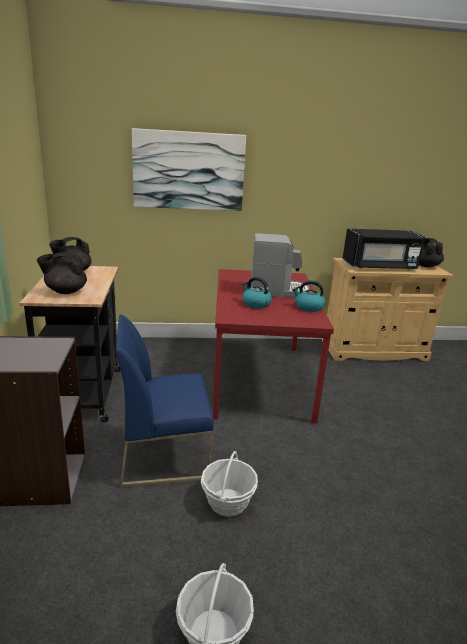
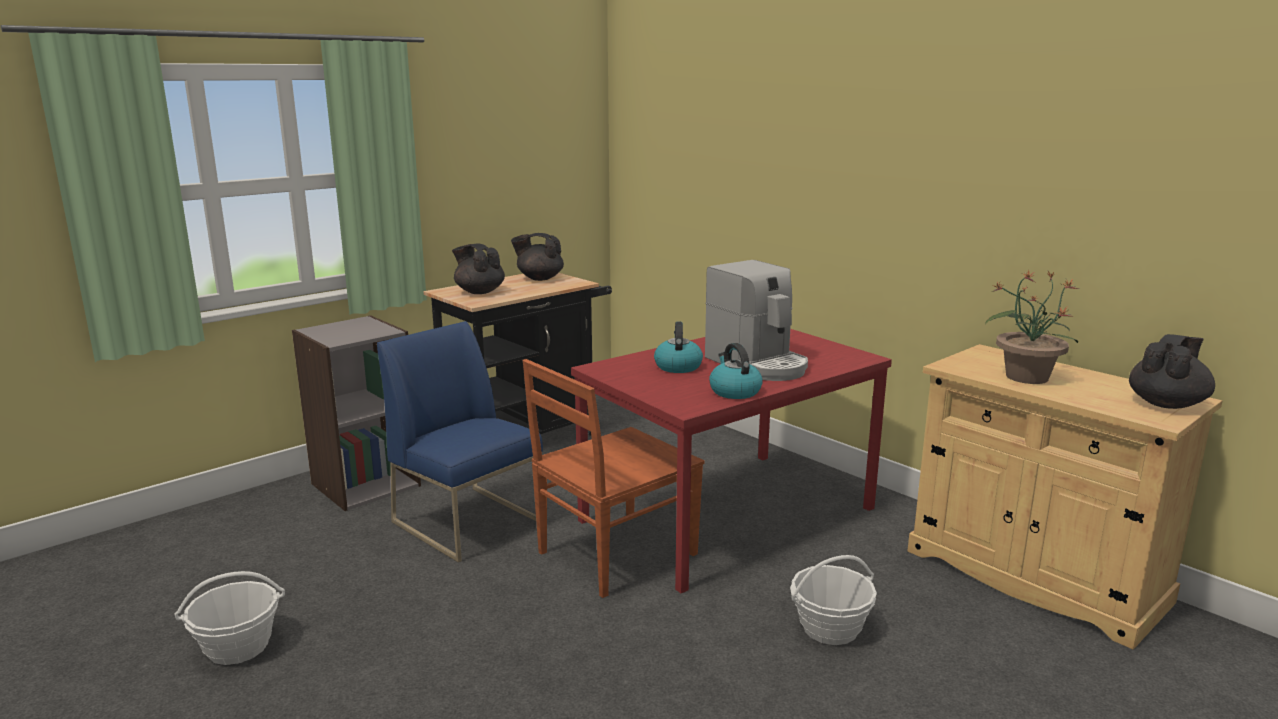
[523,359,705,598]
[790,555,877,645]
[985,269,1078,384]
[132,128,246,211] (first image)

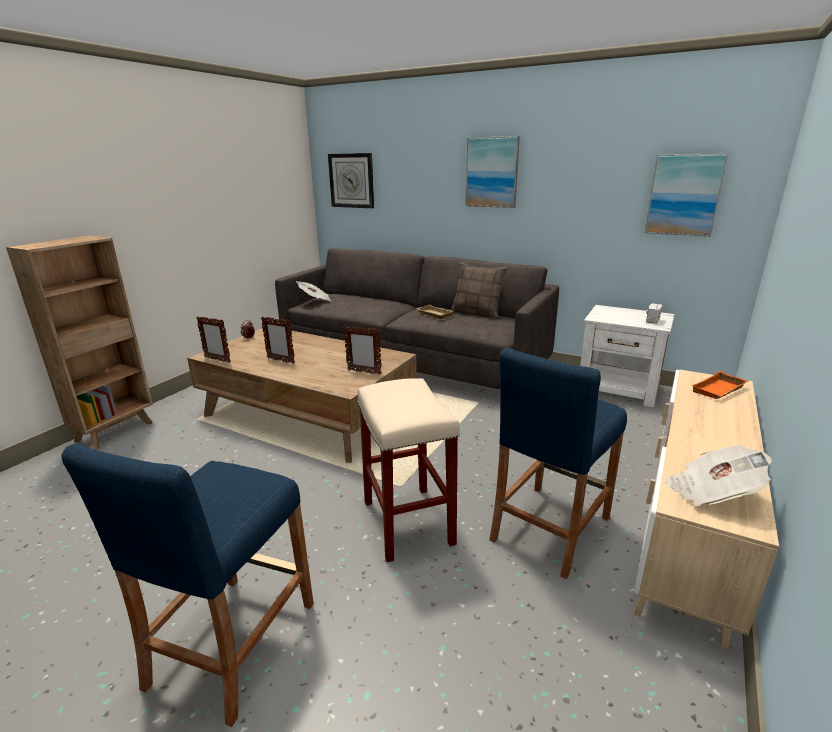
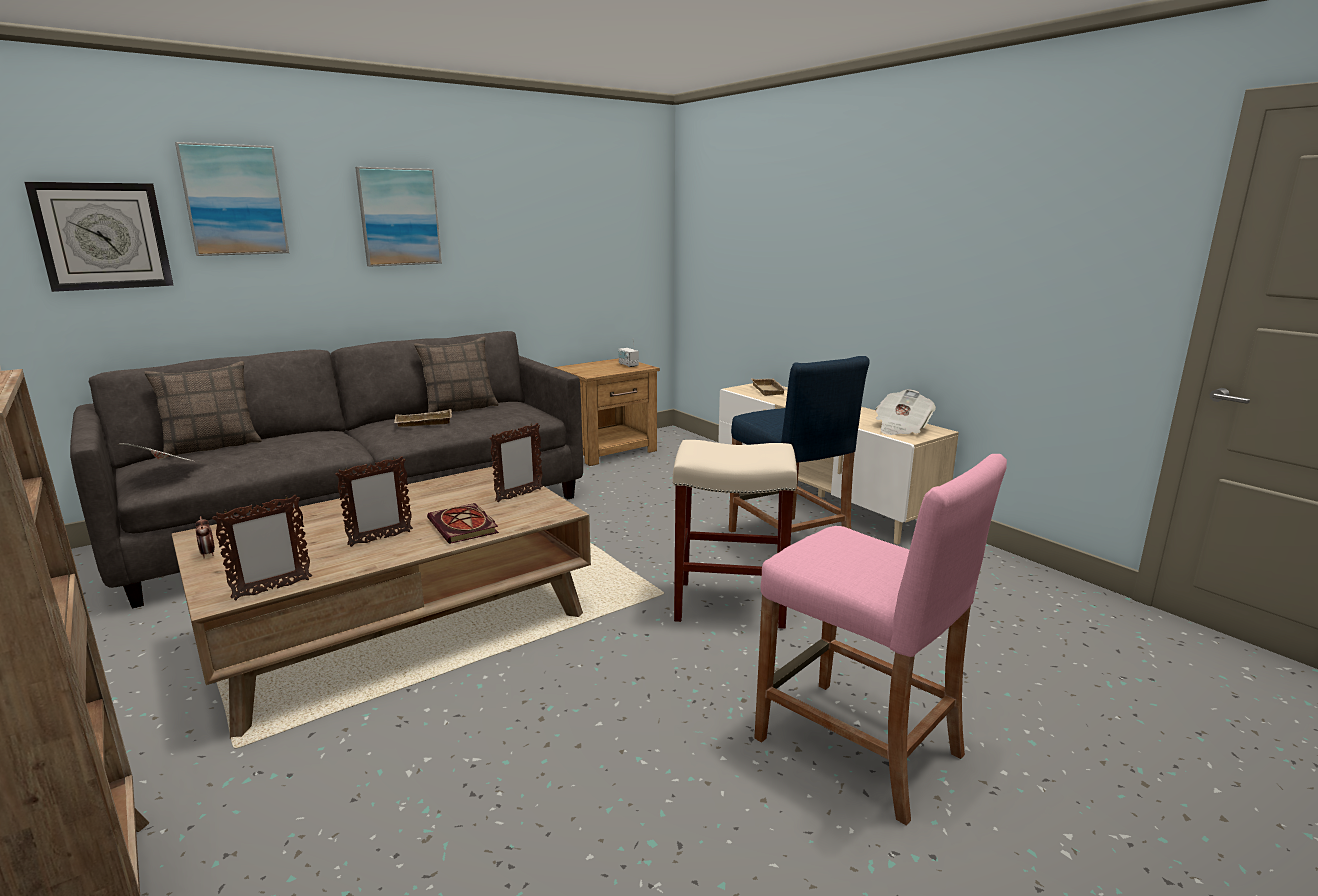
[144,361,262,458]
[175,142,289,256]
[427,503,499,544]
[554,358,660,466]
[751,379,787,396]
[754,454,1007,826]

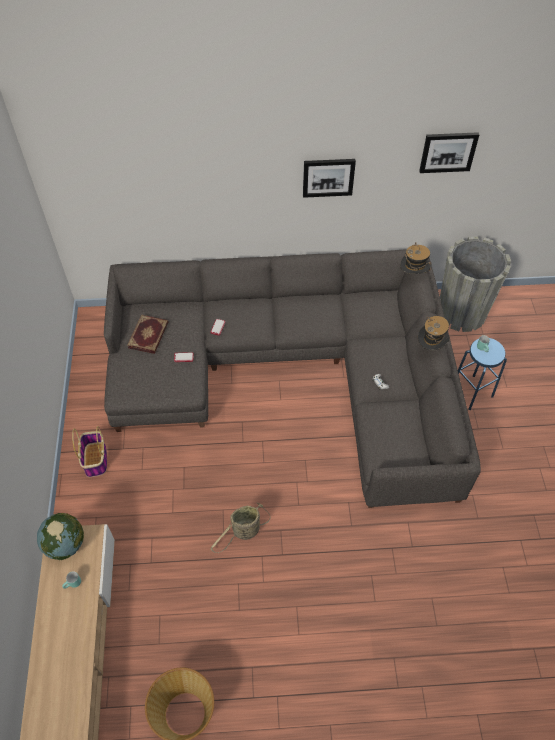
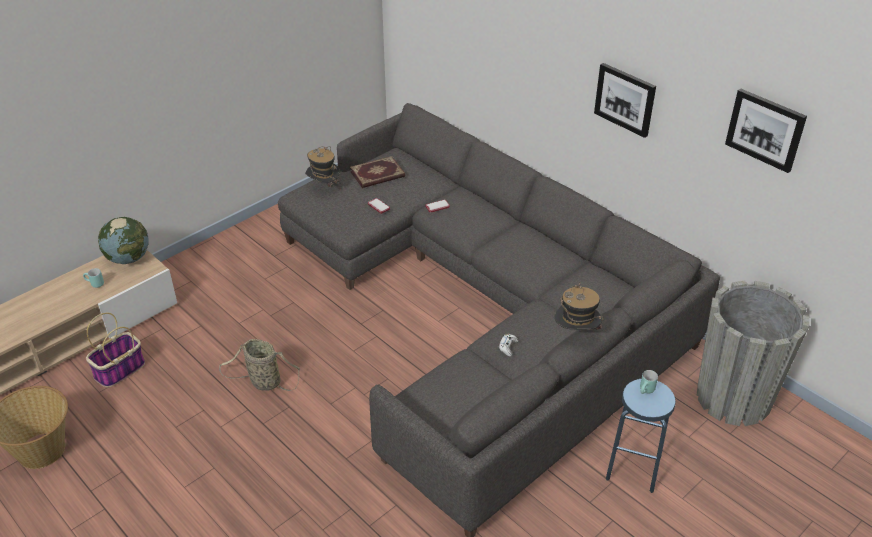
[86,313,145,388]
[305,146,341,191]

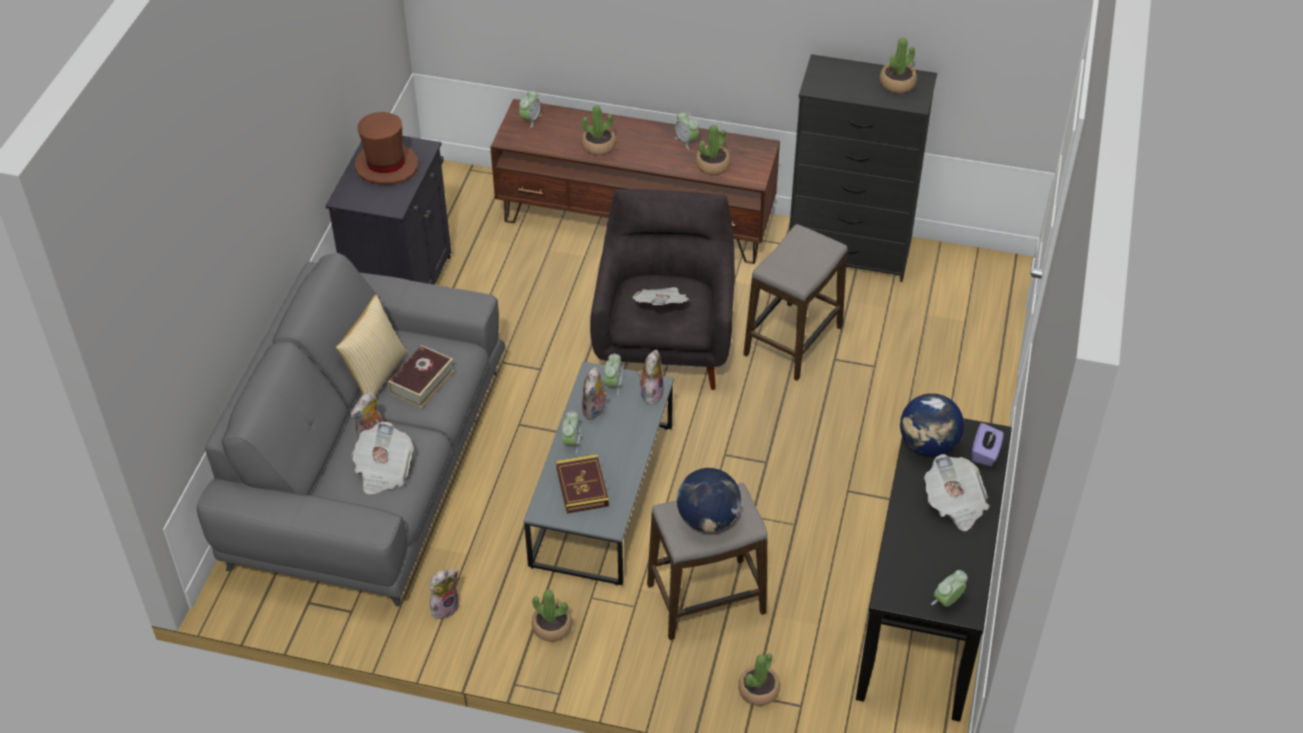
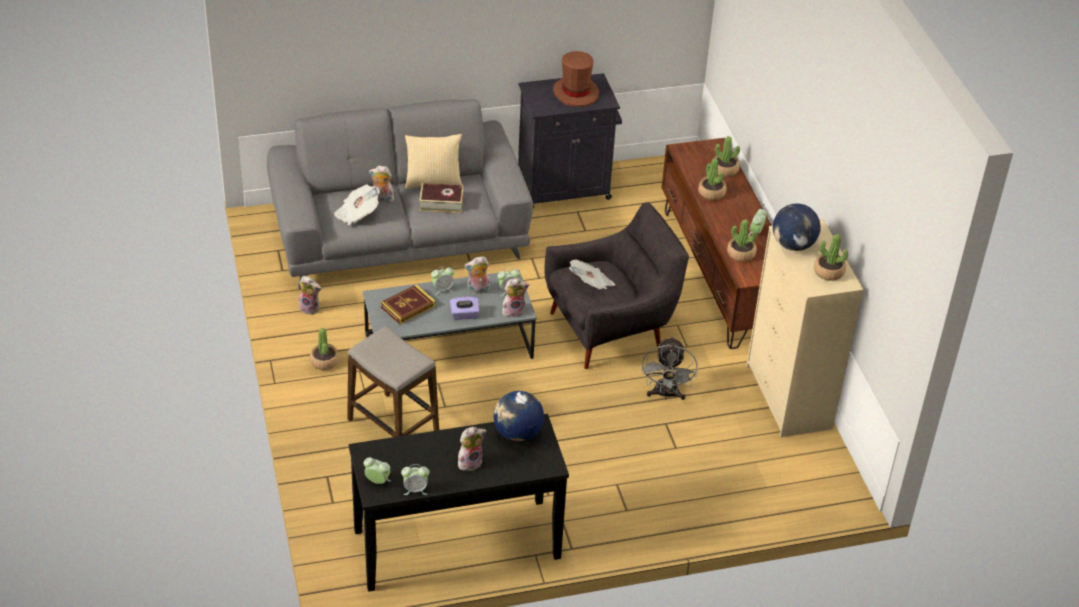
[401,464,430,495]
[450,297,479,320]
[458,427,486,471]
[642,336,698,400]
[714,136,740,177]
[746,219,864,438]
[773,204,821,251]

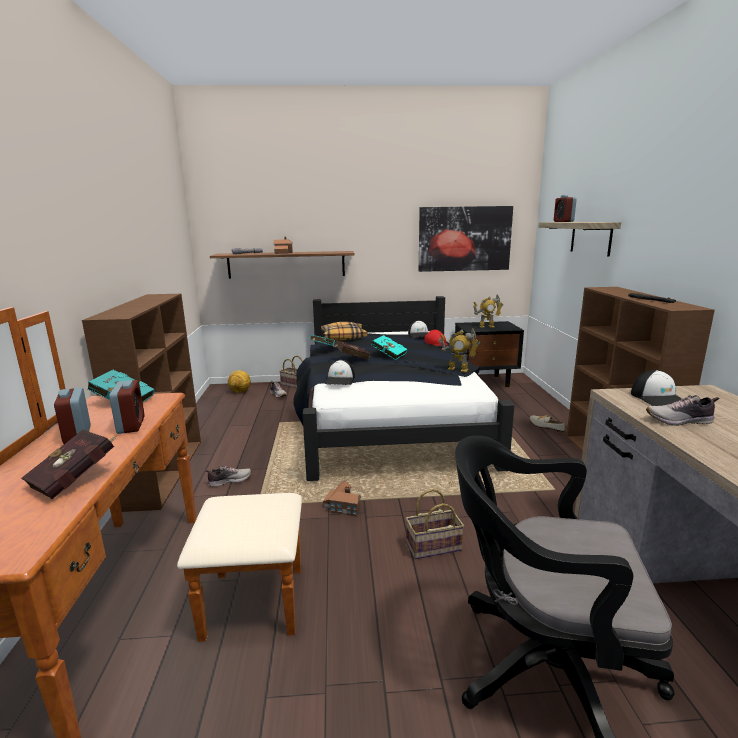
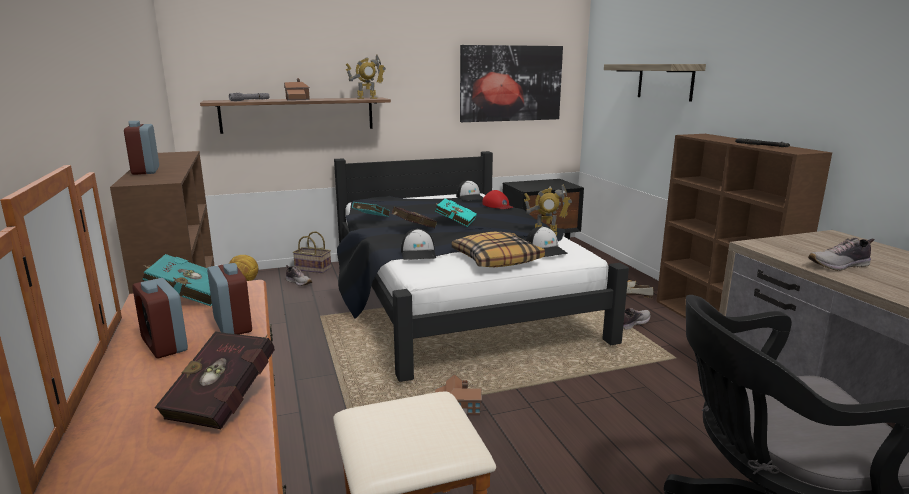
[124,121,159,175]
[346,55,386,99]
[452,232,545,267]
[526,226,568,257]
[623,308,651,330]
[406,489,464,559] (first image)

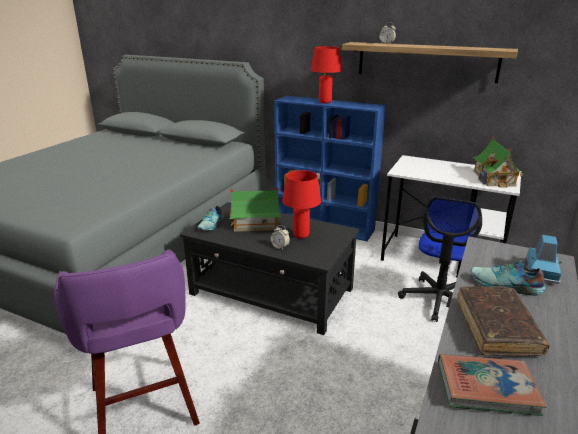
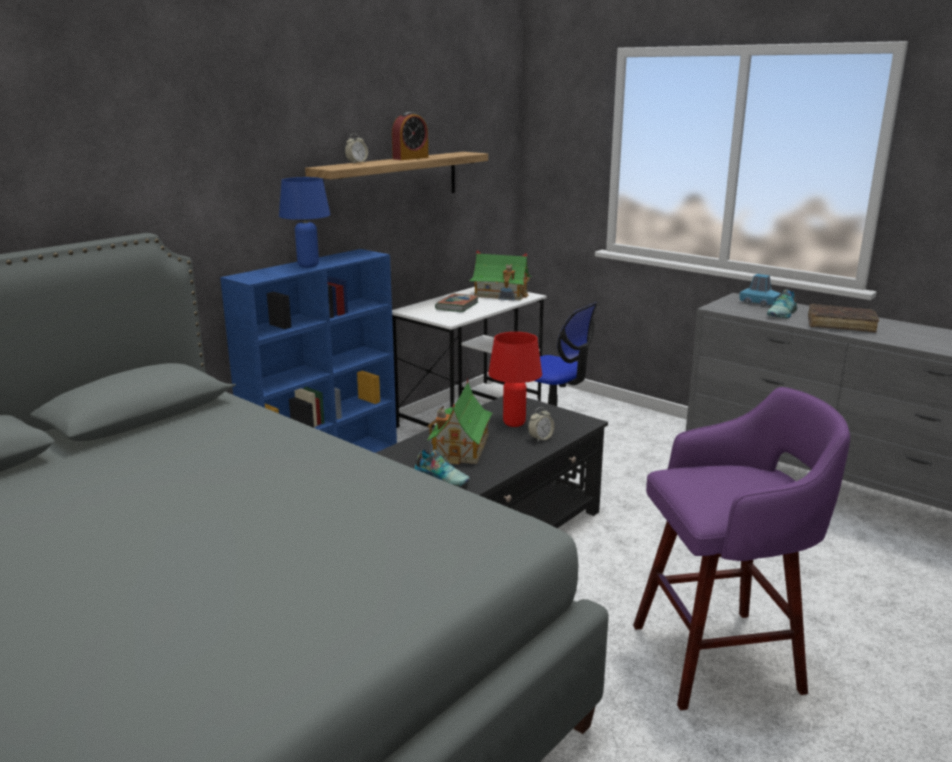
[279,177,330,268]
[392,112,428,160]
[435,294,479,312]

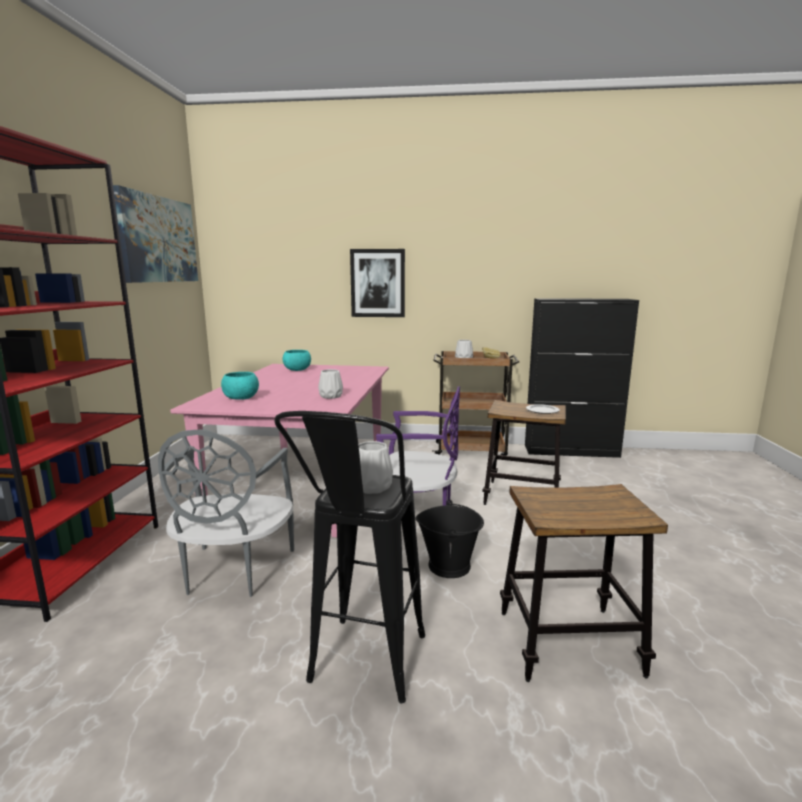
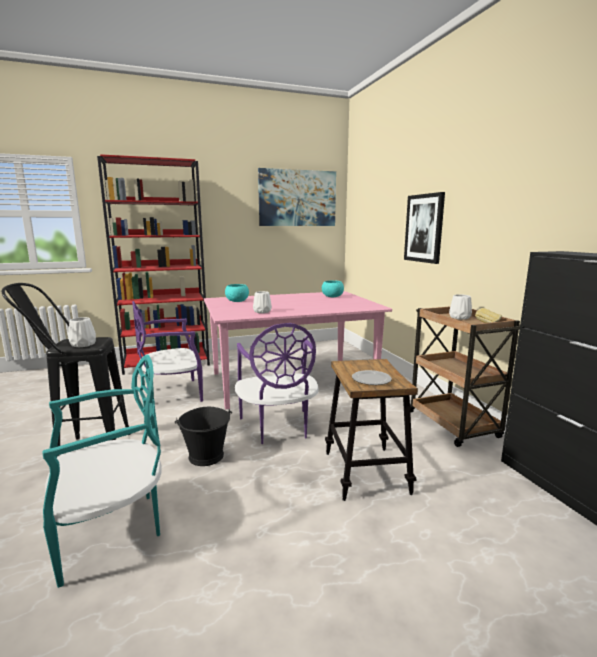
[42,354,162,588]
[132,301,203,402]

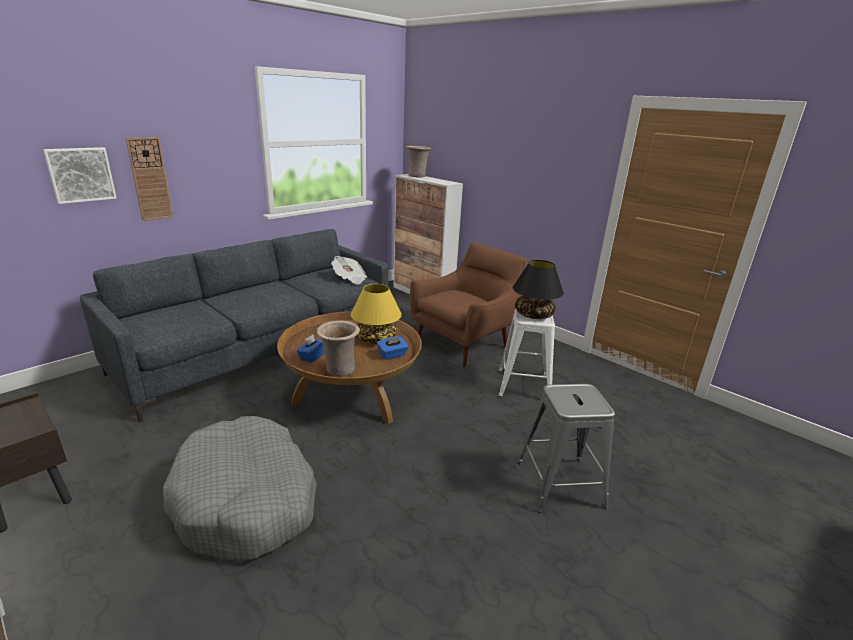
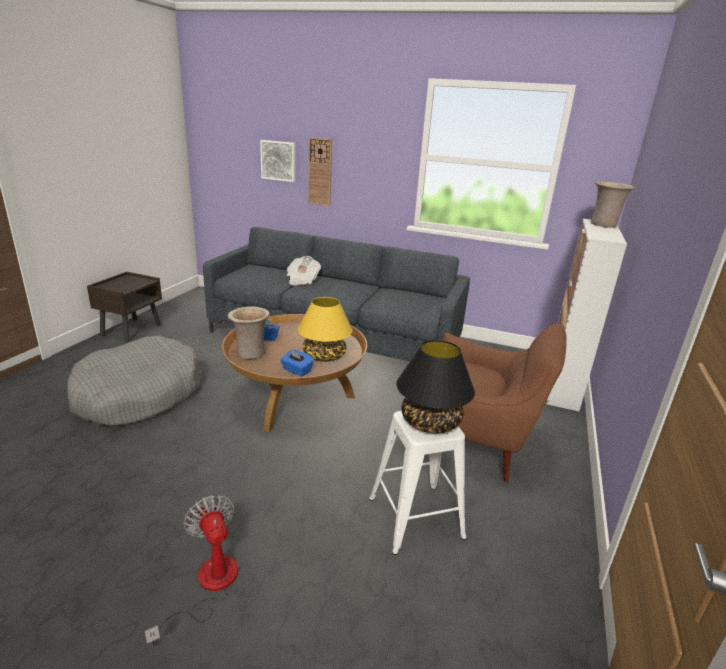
[144,495,238,646]
[287,256,321,285]

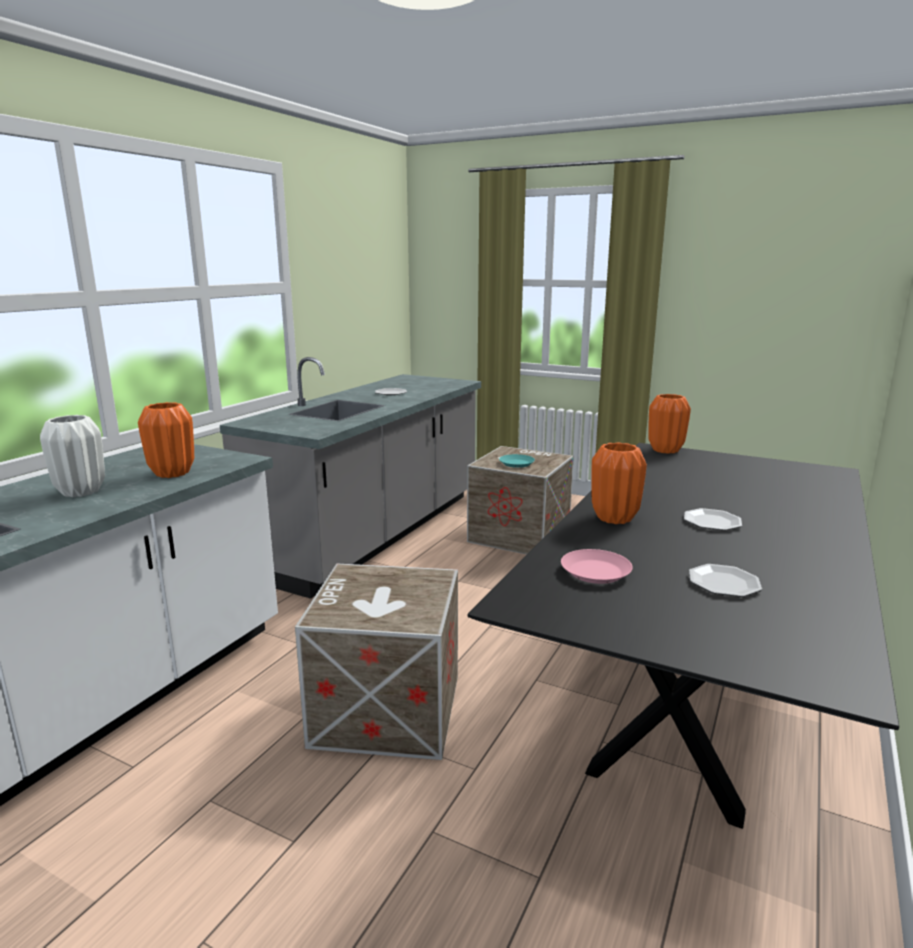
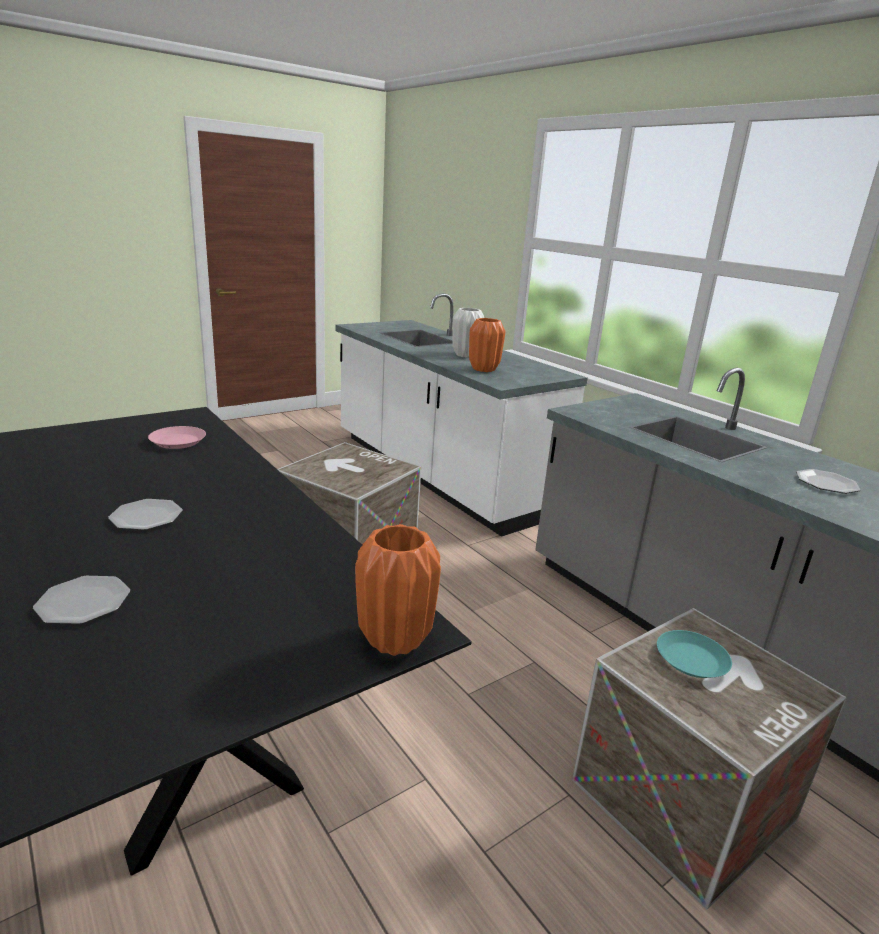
[33,576,130,624]
[591,442,647,524] (first image)

